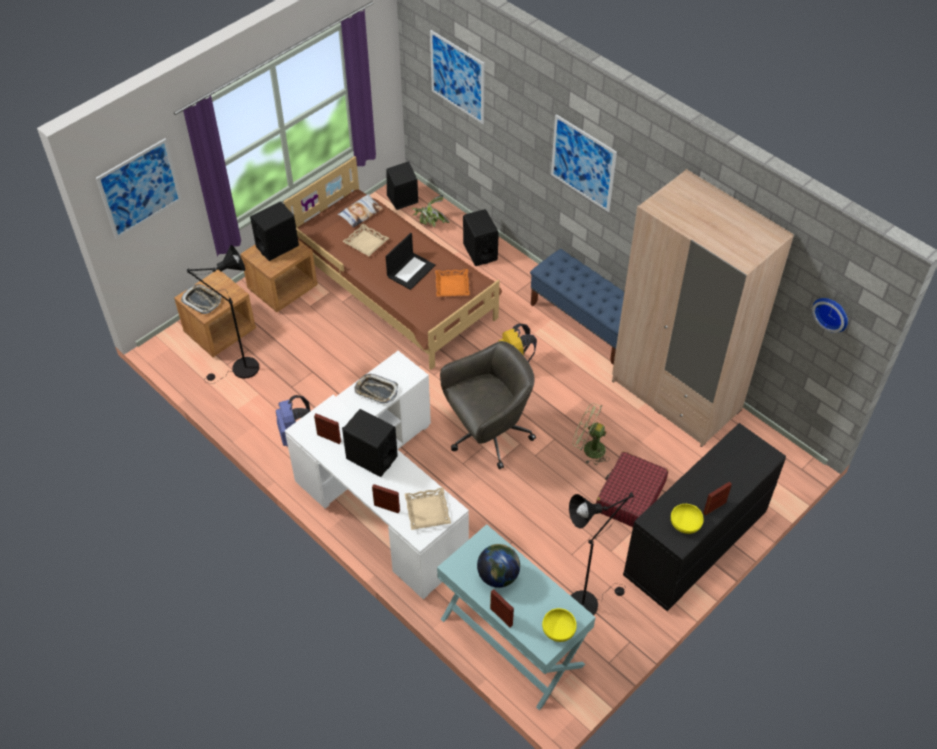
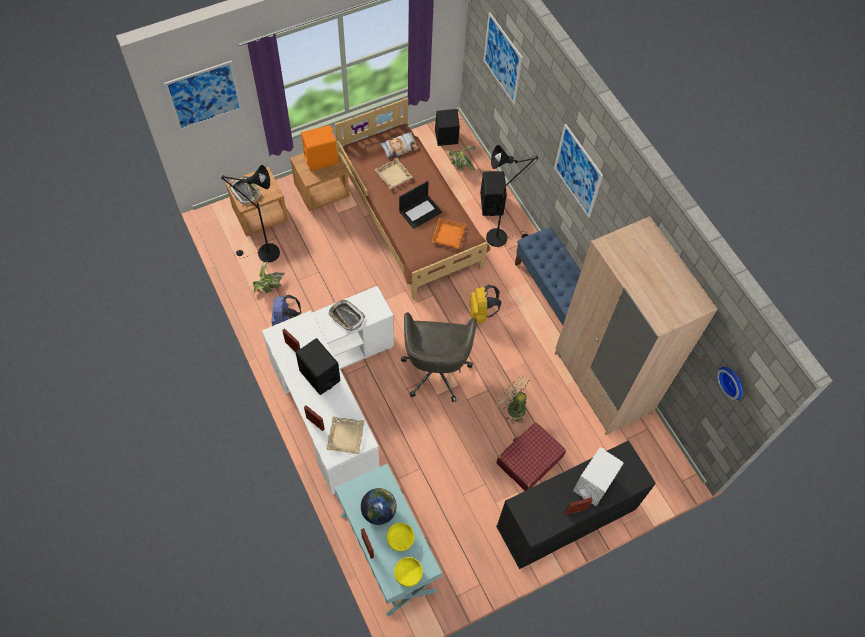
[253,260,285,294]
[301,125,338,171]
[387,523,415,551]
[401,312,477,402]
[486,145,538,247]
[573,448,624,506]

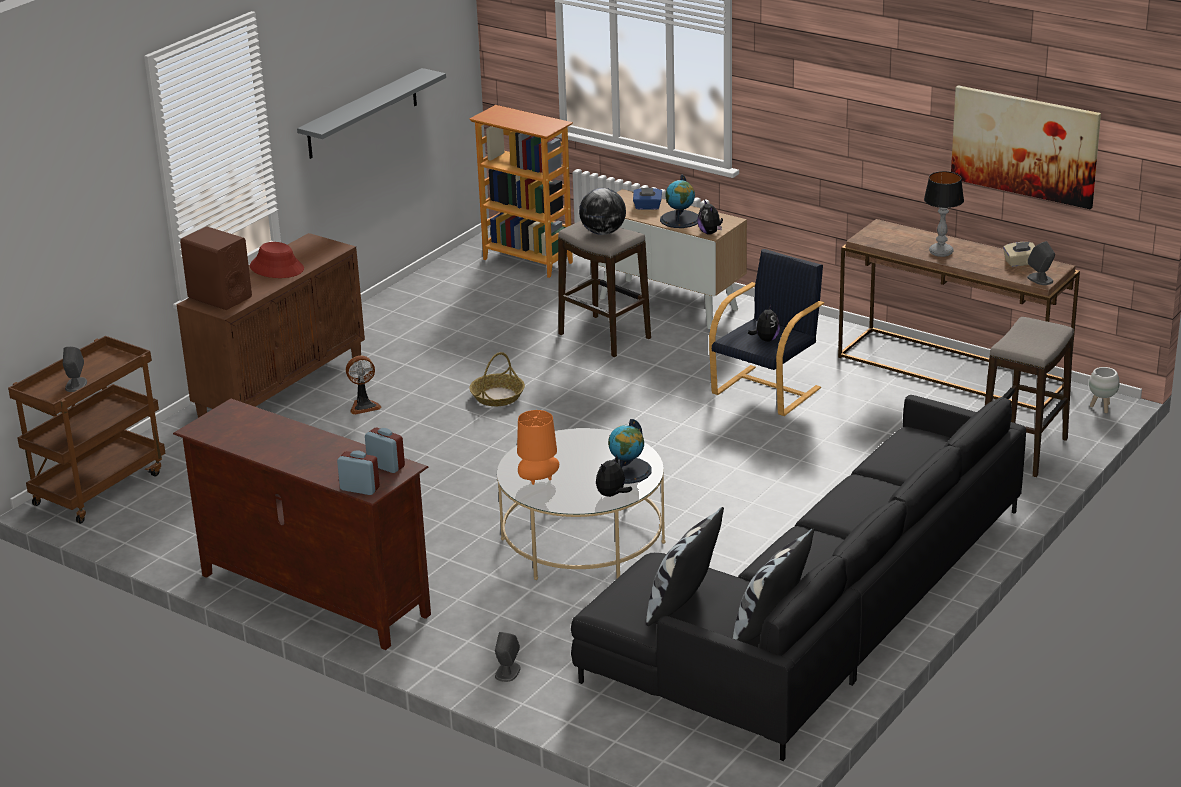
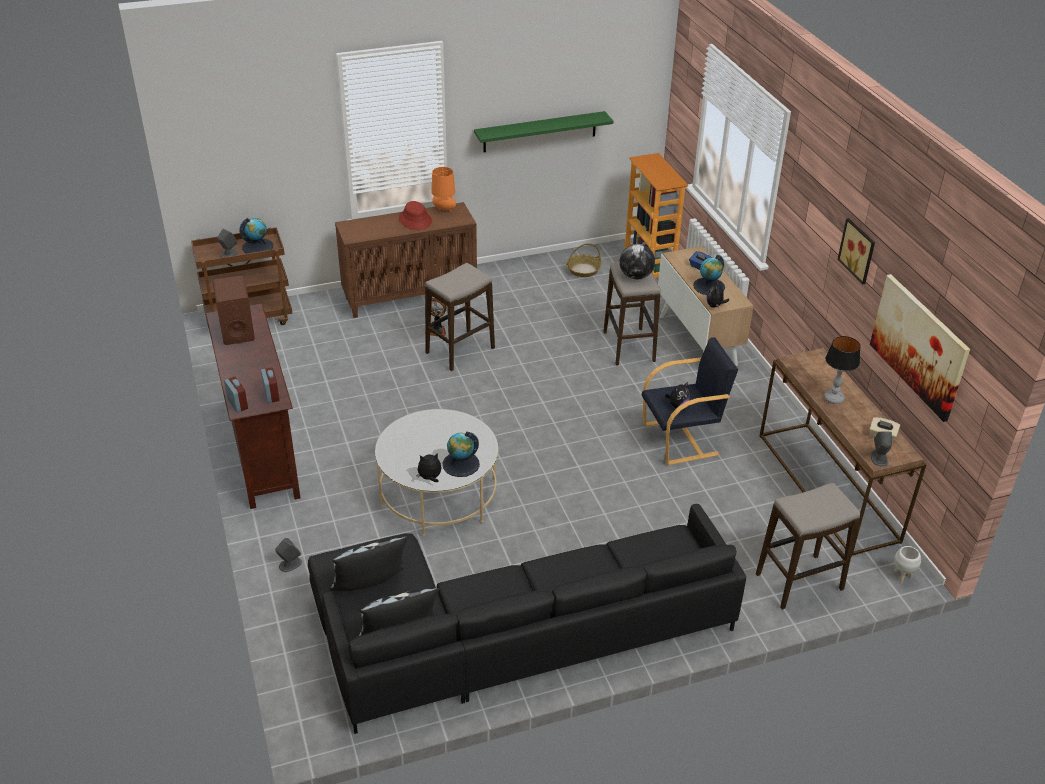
[213,275,255,345]
[239,218,273,253]
[425,263,495,371]
[431,167,456,212]
[474,111,613,152]
[566,243,602,277]
[837,218,875,285]

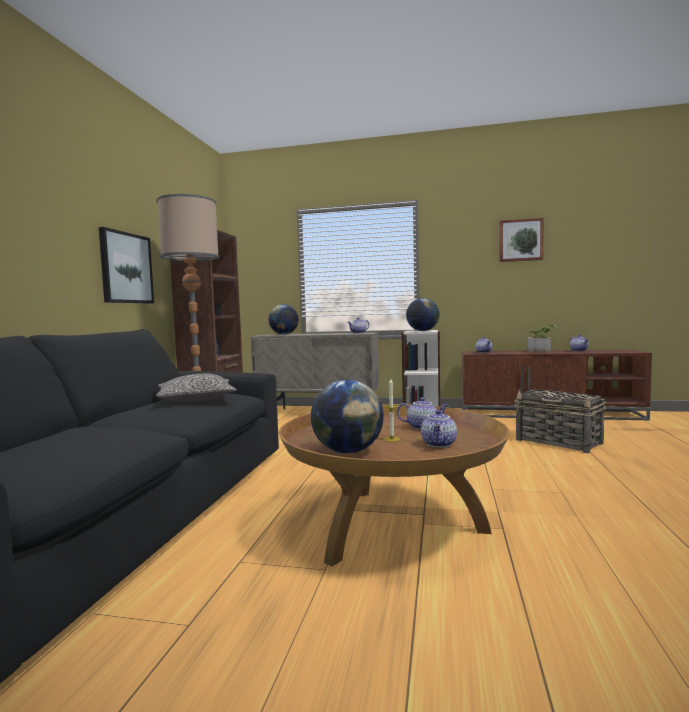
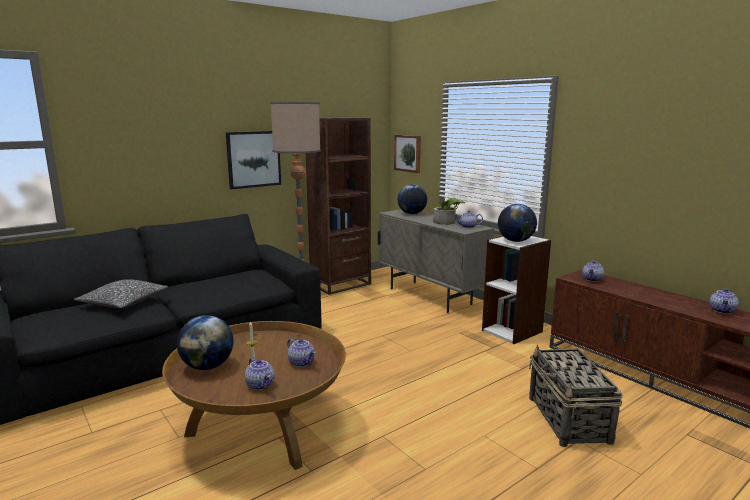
[74,279,168,308]
[245,357,275,390]
[394,135,421,173]
[433,197,465,225]

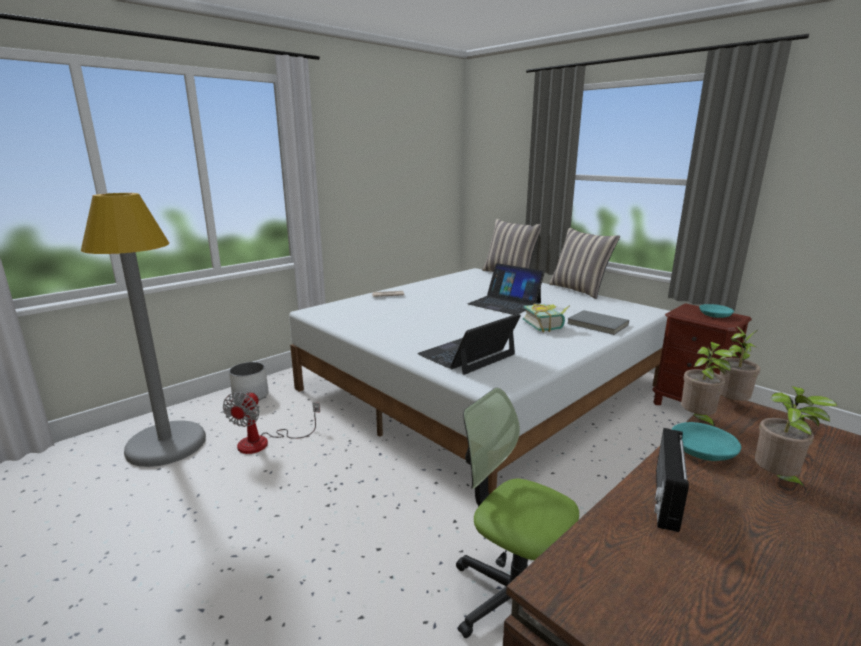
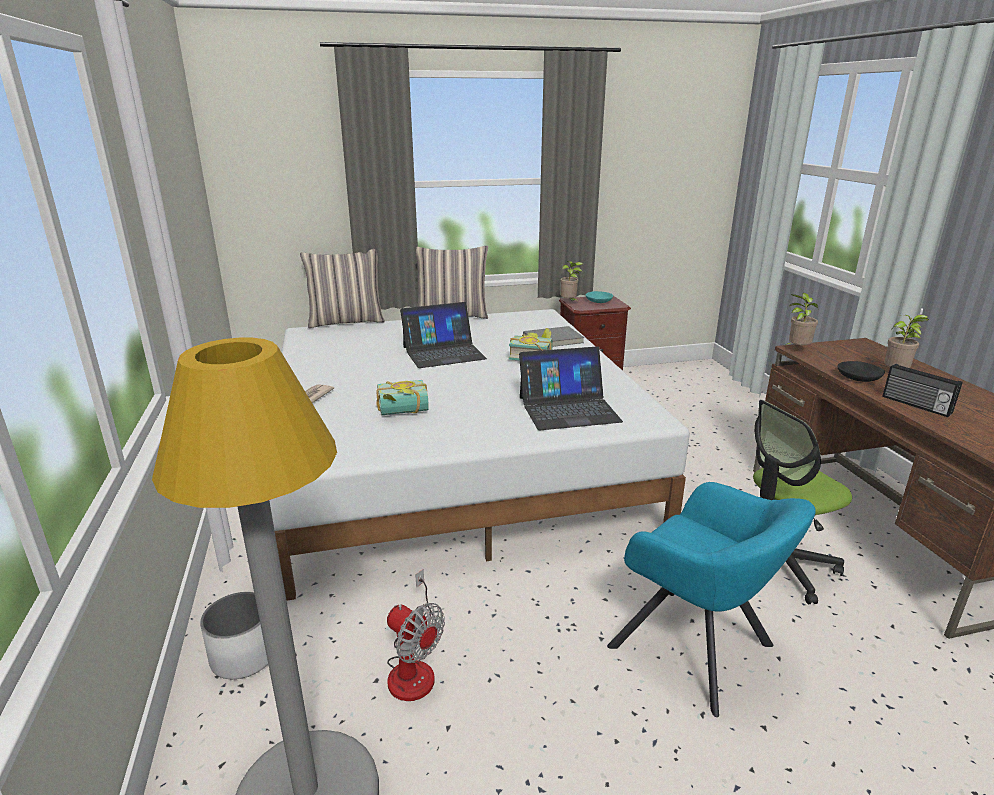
[376,380,429,415]
[519,346,623,430]
[560,261,583,303]
[607,482,816,717]
[837,361,885,382]

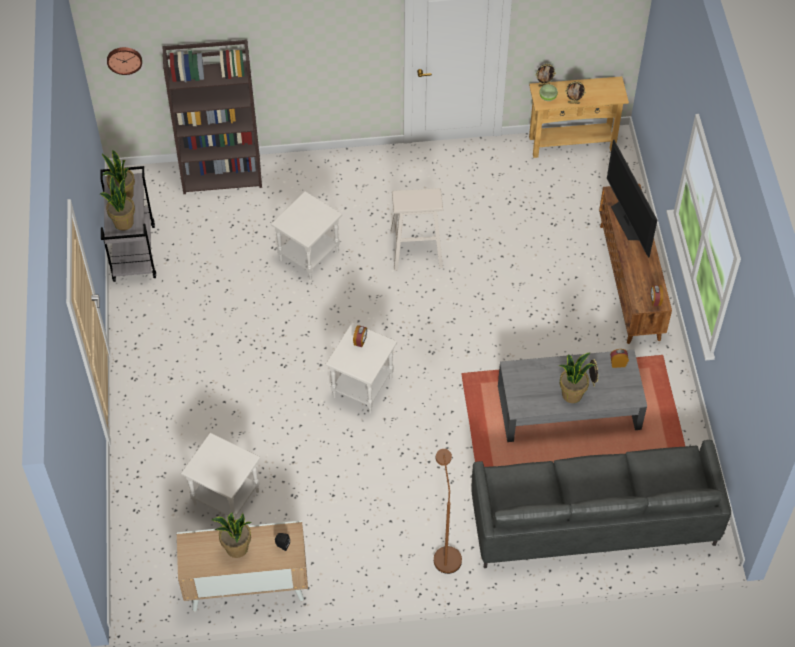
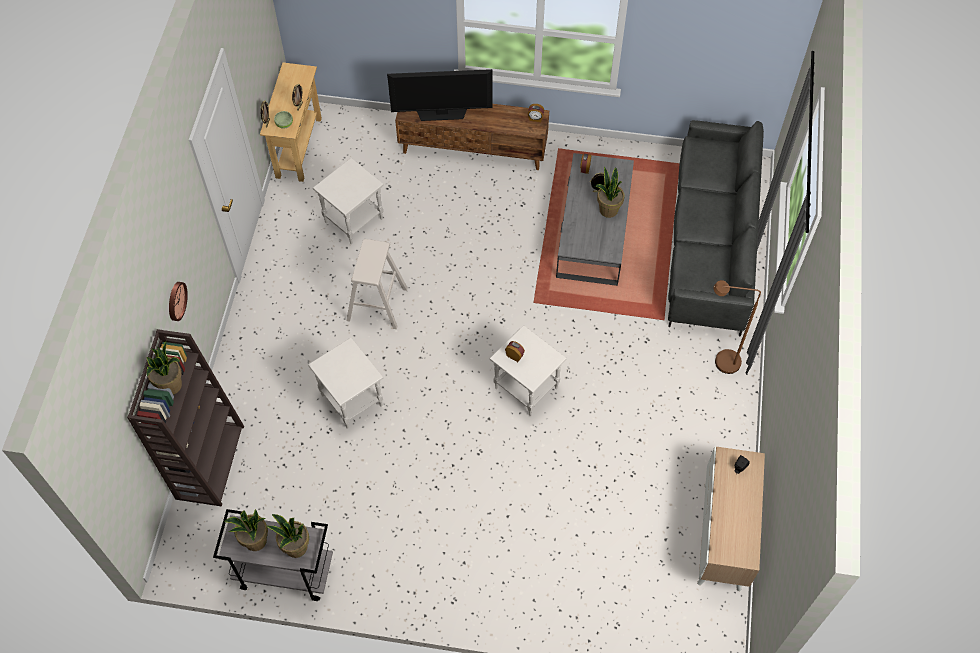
[146,341,182,395]
[169,282,188,321]
[313,158,384,244]

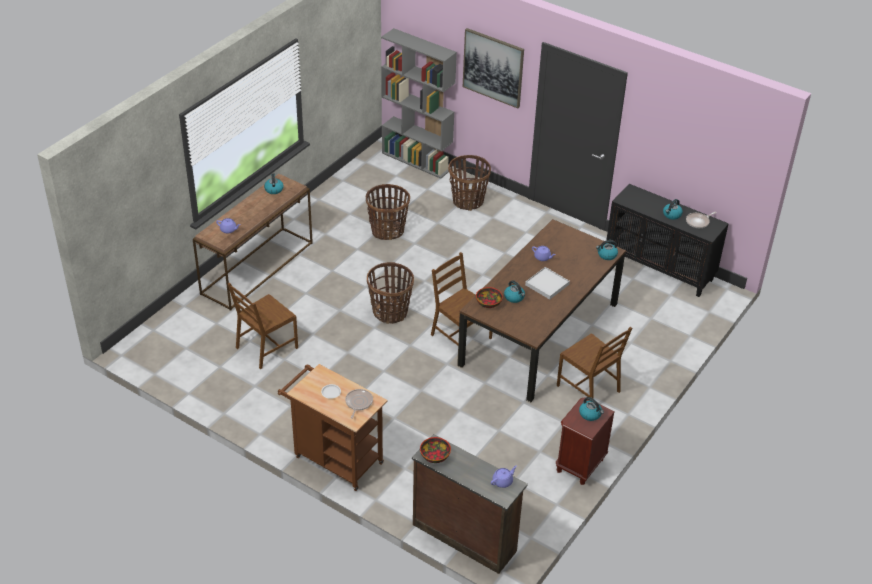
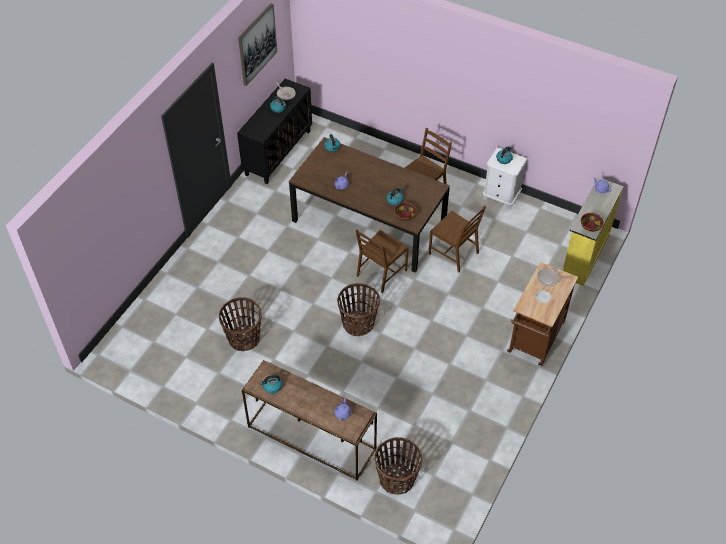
[238,4,277,86]
[375,437,423,495]
[428,206,486,272]
[483,147,527,209]
[563,177,624,286]
[381,28,457,179] (first image)
[525,267,570,300] (first image)

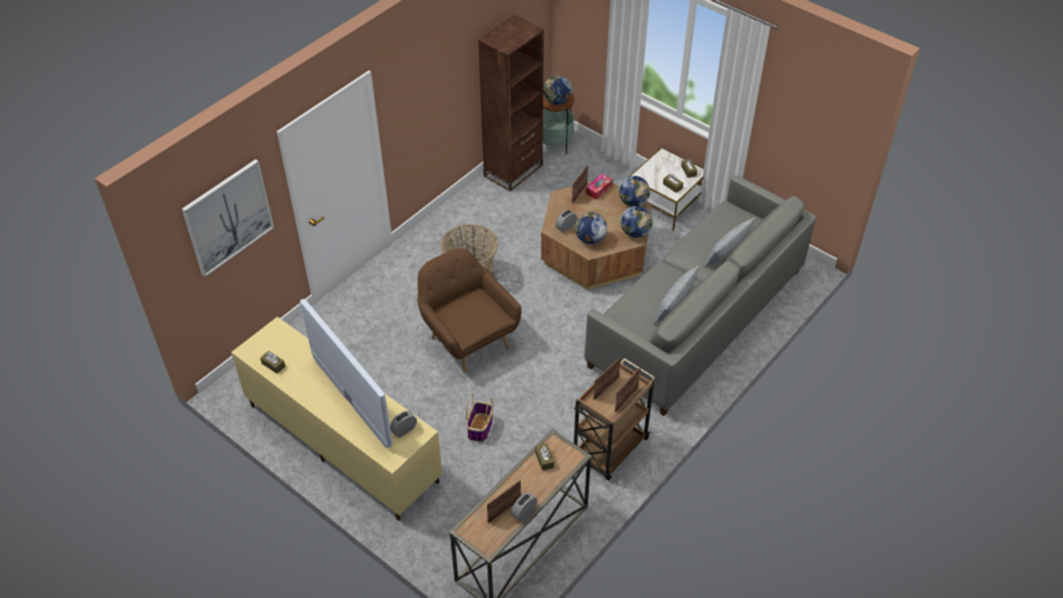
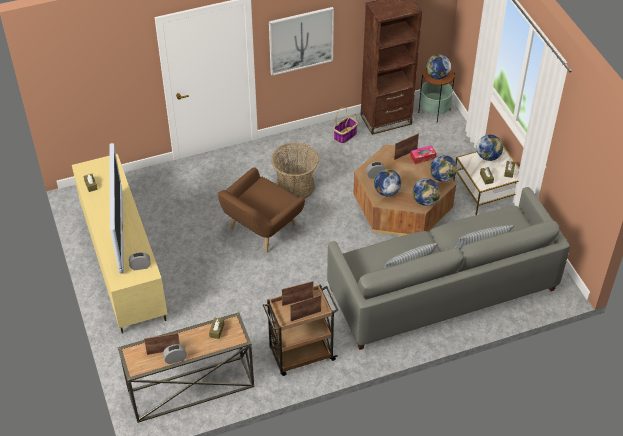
[218,168,305,253]
[269,7,334,76]
[333,107,358,144]
[476,135,503,161]

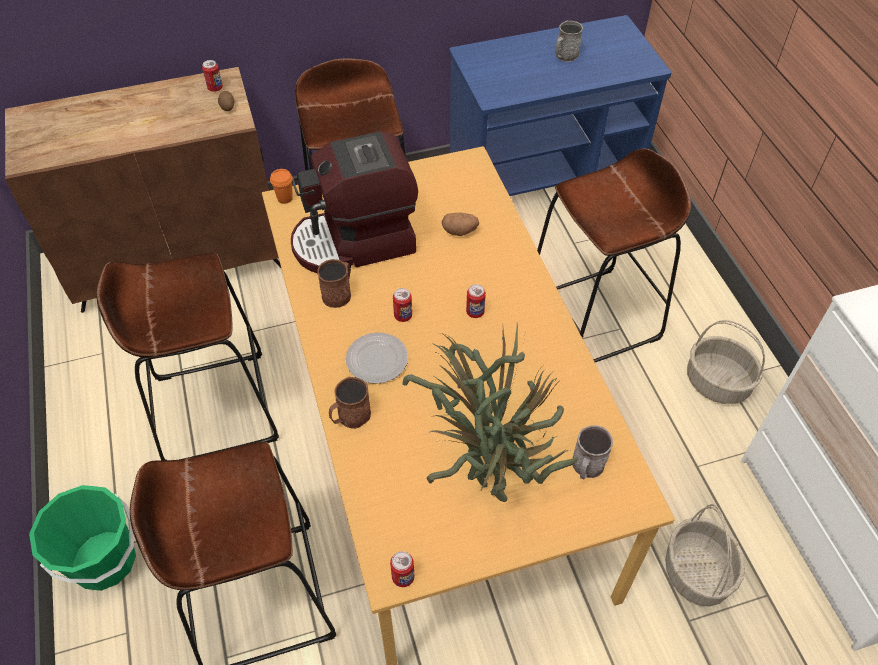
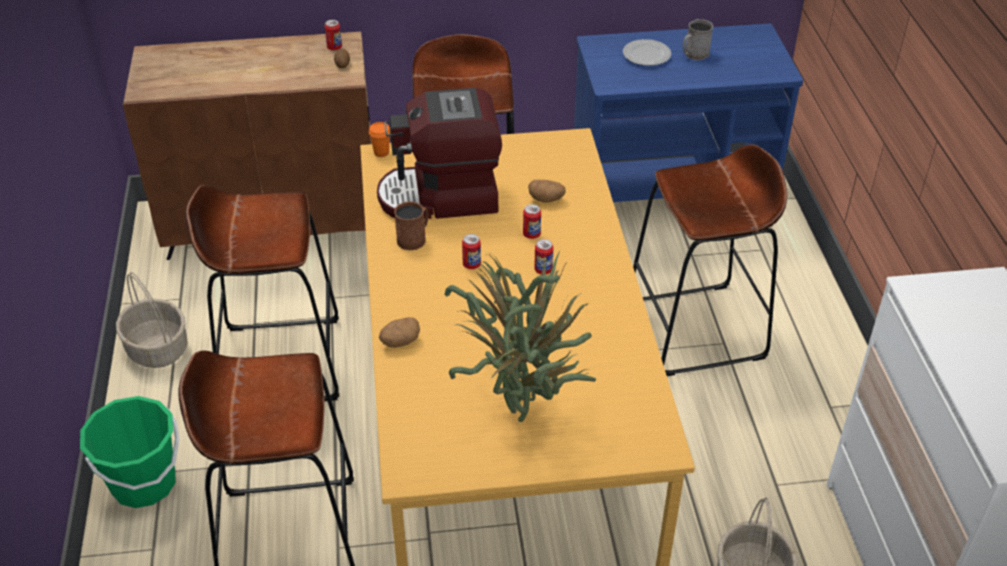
[116,272,188,368]
[379,317,420,348]
[523,204,541,239]
[623,39,671,66]
[572,425,613,479] (first image)

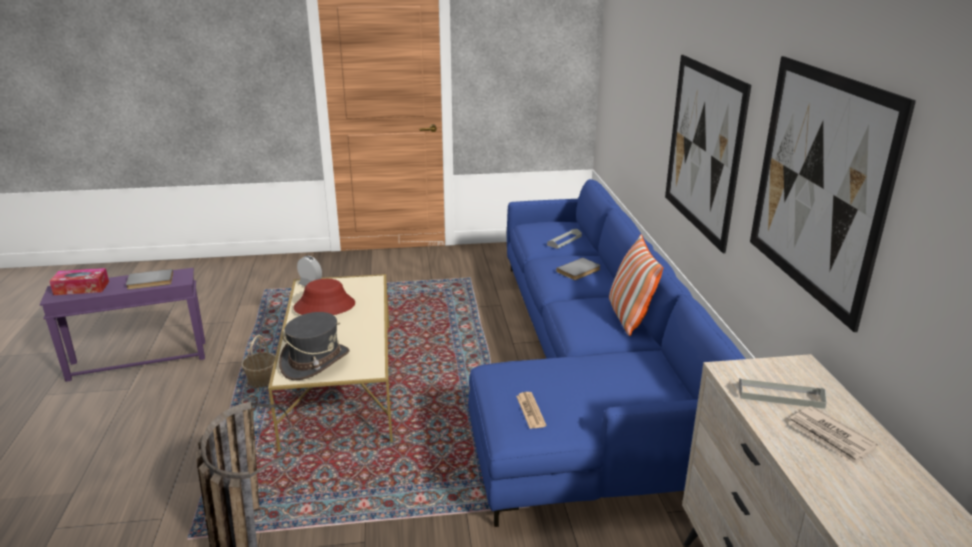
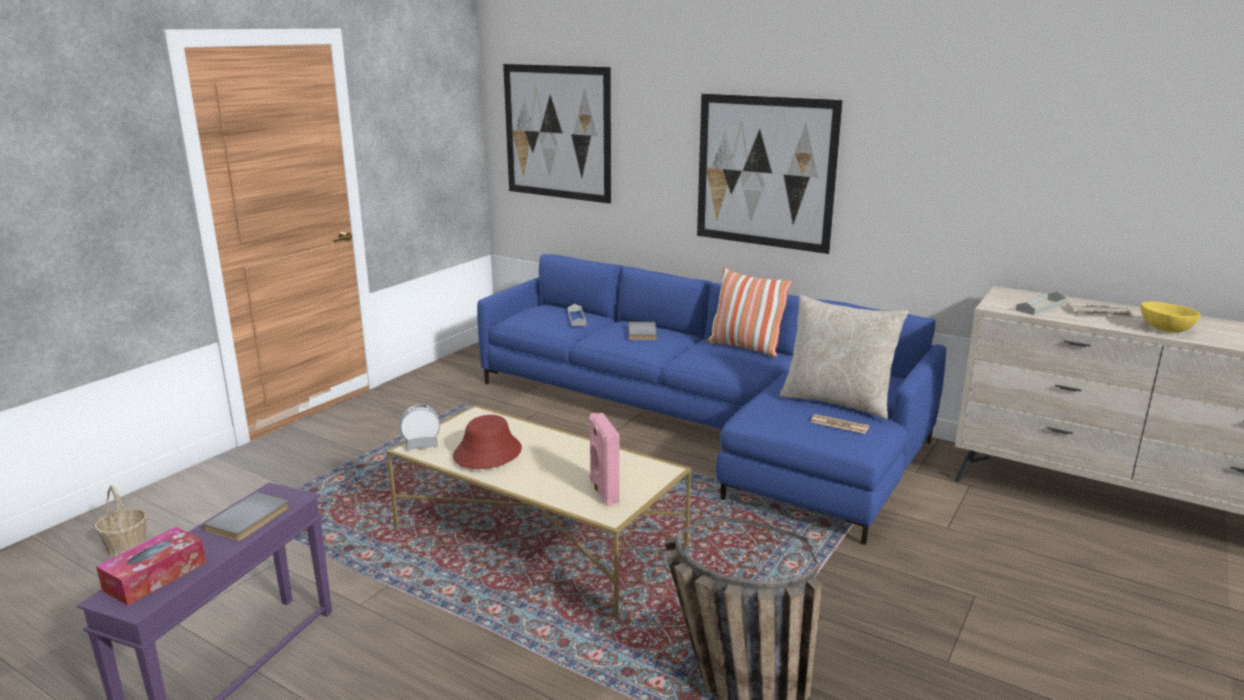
[95,485,148,557]
[503,64,611,204]
[589,413,620,506]
[780,295,908,419]
[1141,301,1201,332]

